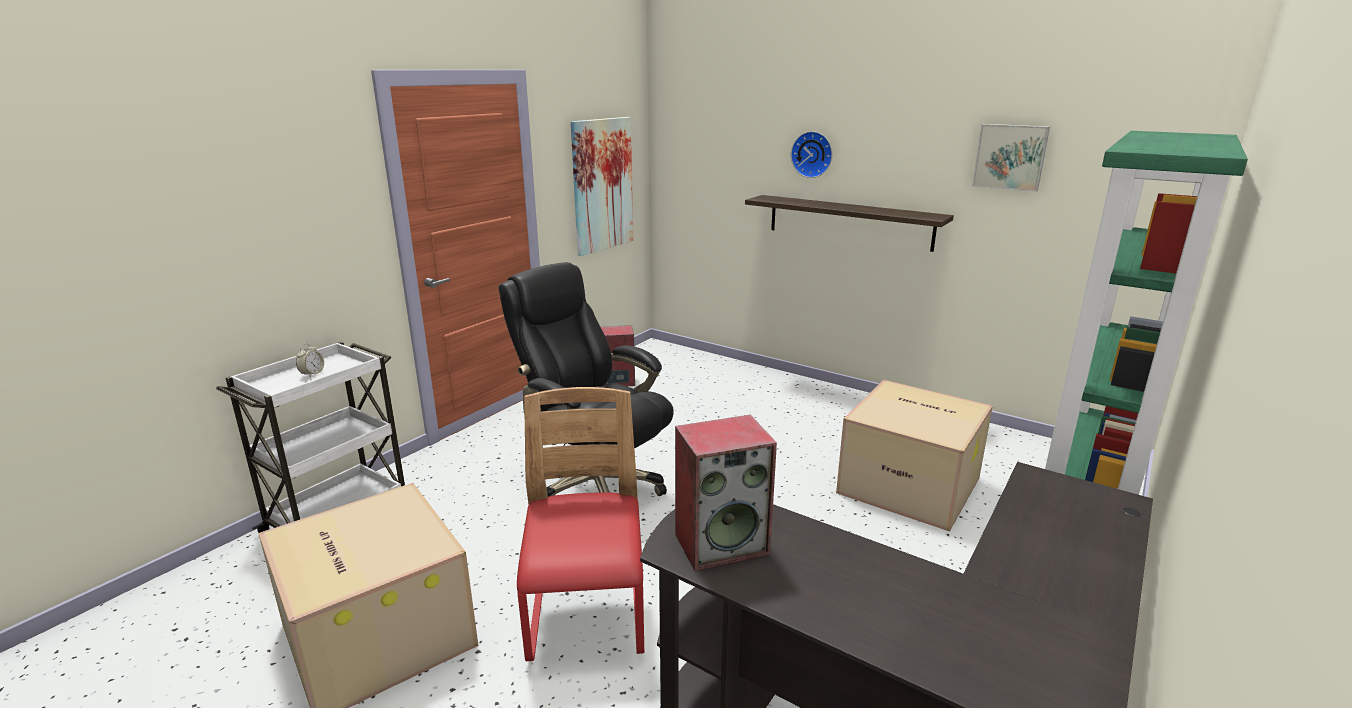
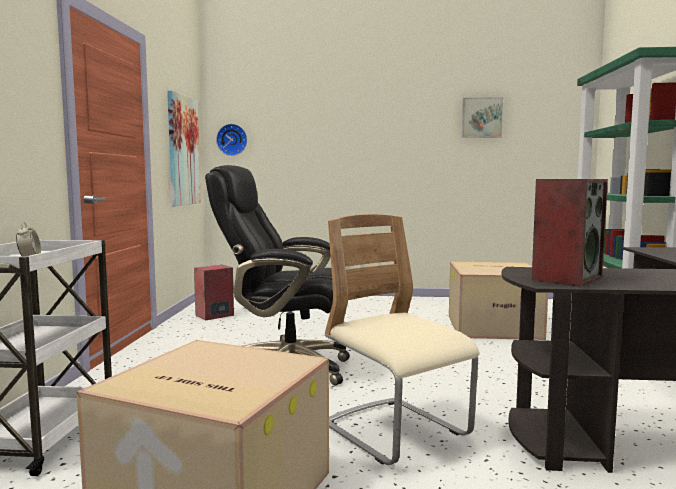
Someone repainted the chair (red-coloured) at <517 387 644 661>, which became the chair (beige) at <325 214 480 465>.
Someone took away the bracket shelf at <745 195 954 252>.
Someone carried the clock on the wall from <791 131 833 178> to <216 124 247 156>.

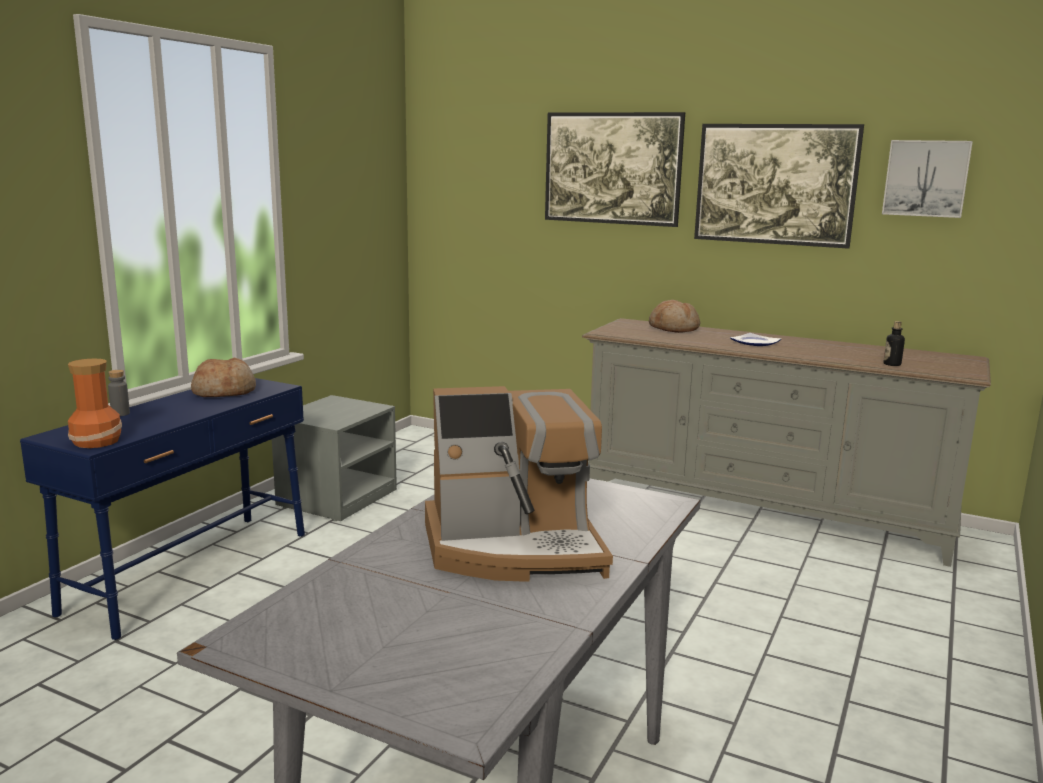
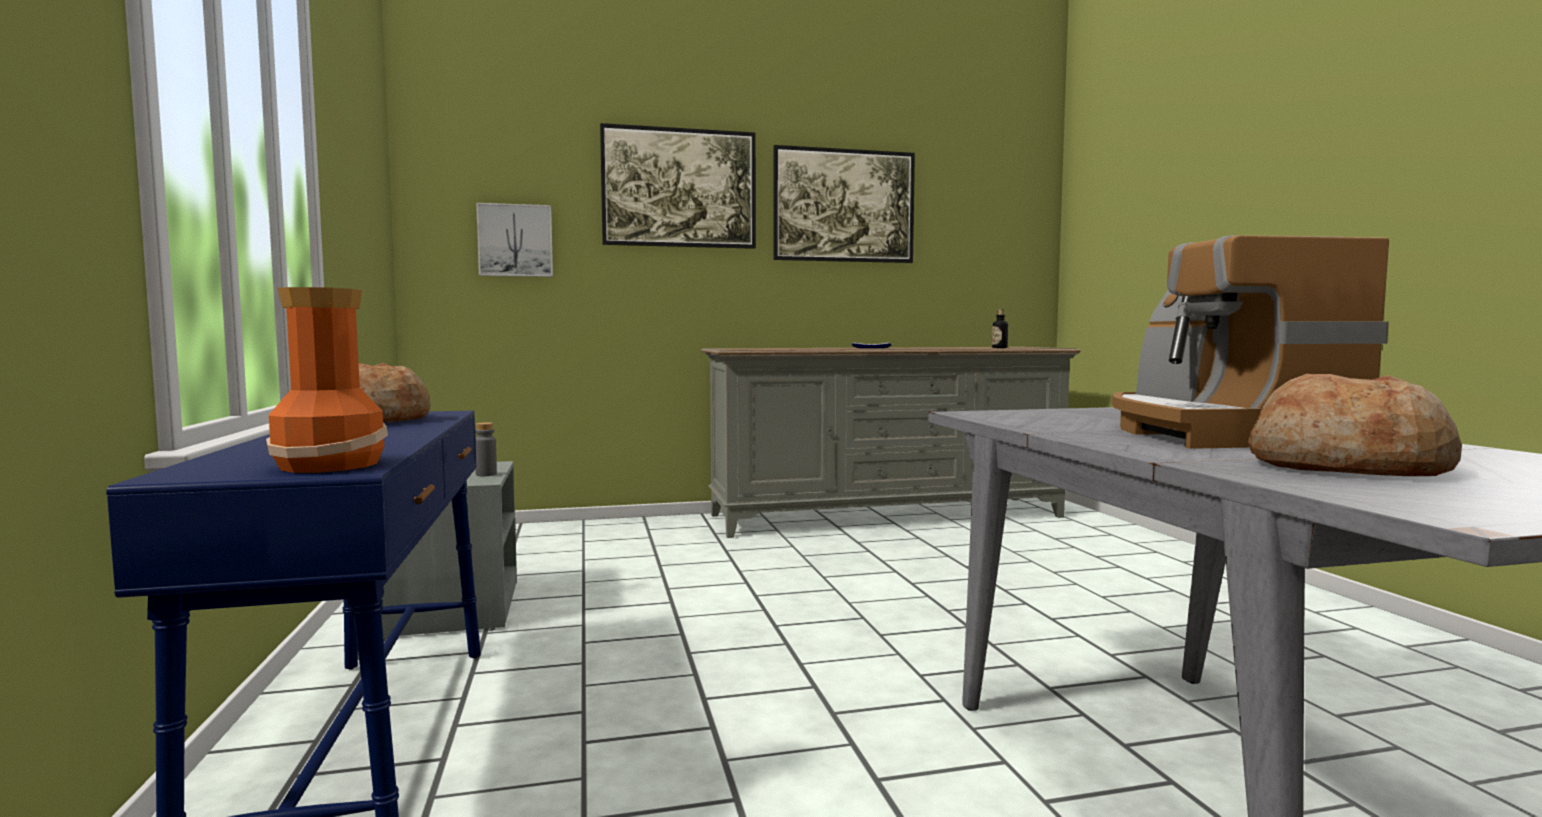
Someone carried the bottle (gray) from <108 370 130 416> to <475 422 497 476>.
Someone rotated the coffee maker at <425 386 613 582> by 135 degrees clockwise.
Someone carried the baked bread from <649 300 700 333> to <1248 374 1462 476>.
Someone carried the wall art from <882 140 973 218> to <476 203 553 277>.

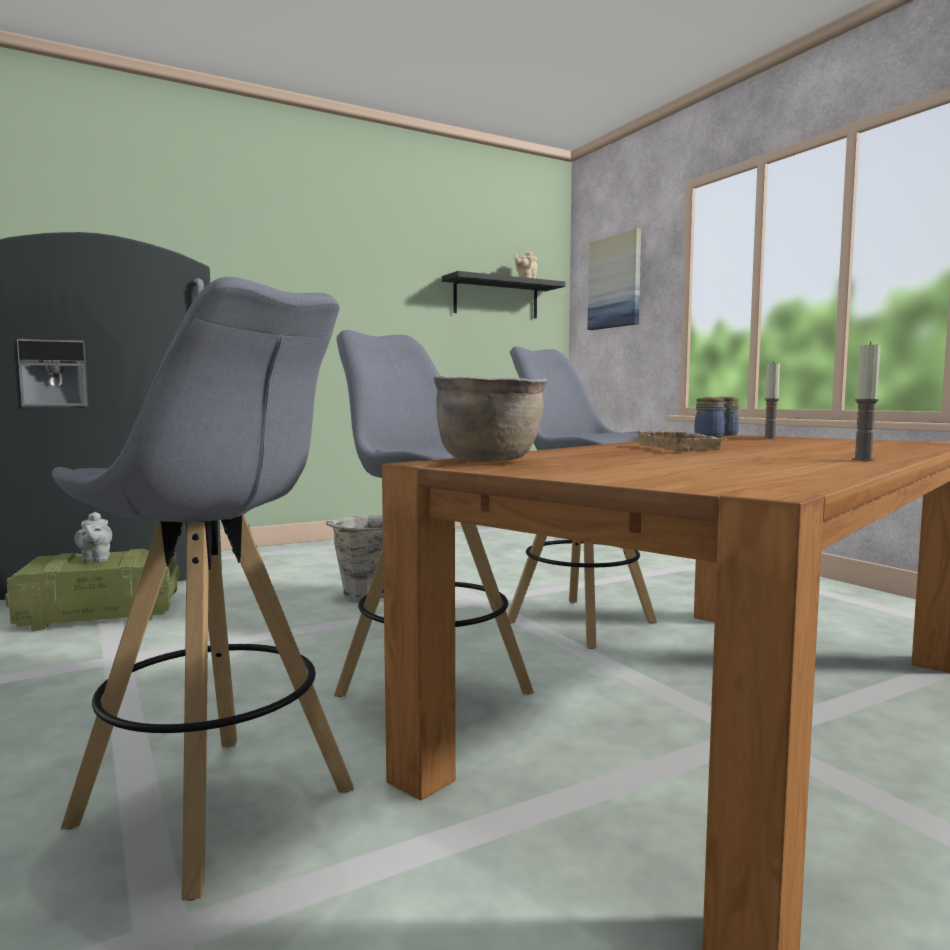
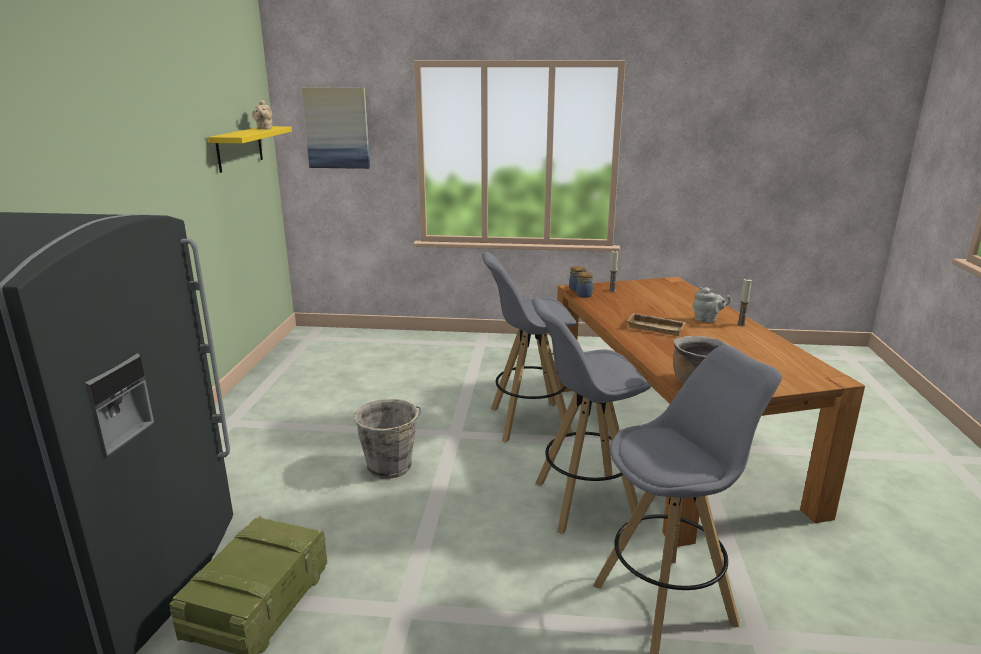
Someone carried the tea pot (gray) from <74 512 112 562> to <692 287 732 322>.
Someone repainted the bracket shelf (black) at <442 271 565 318>, which became the bracket shelf (yellow) at <208 126 292 173>.

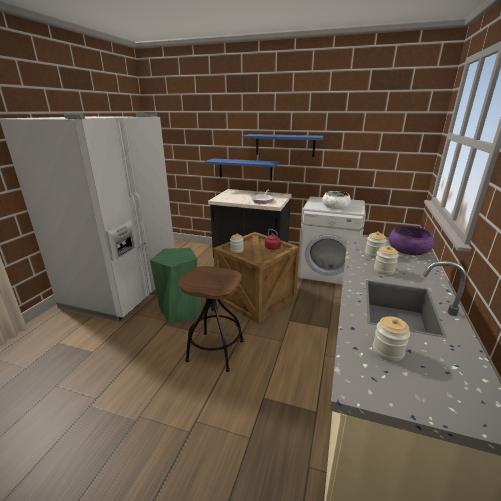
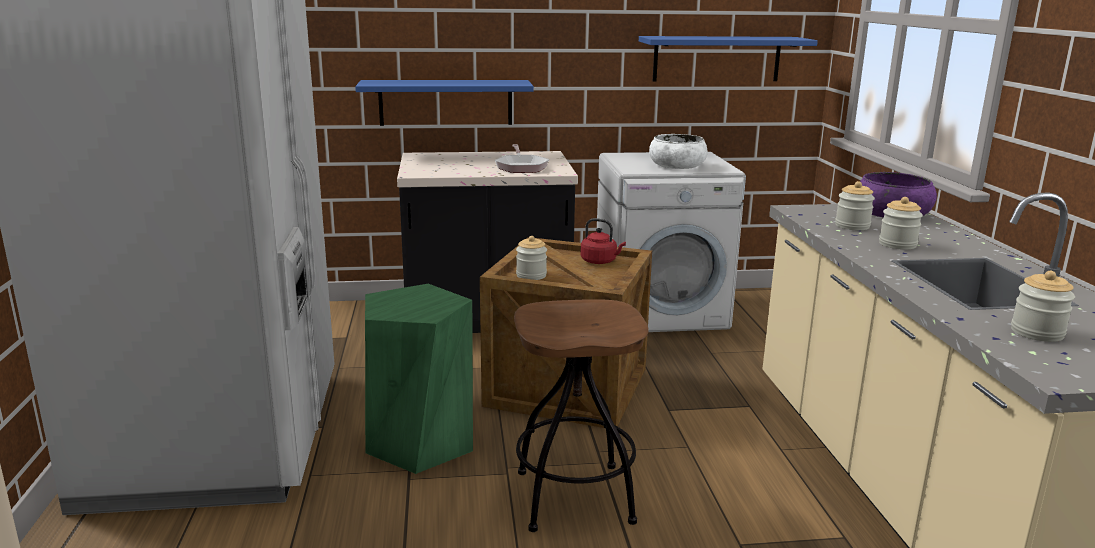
Someone carried the bracket shelf (blue) from <243 134 324 157> to <639 36 818 81>.

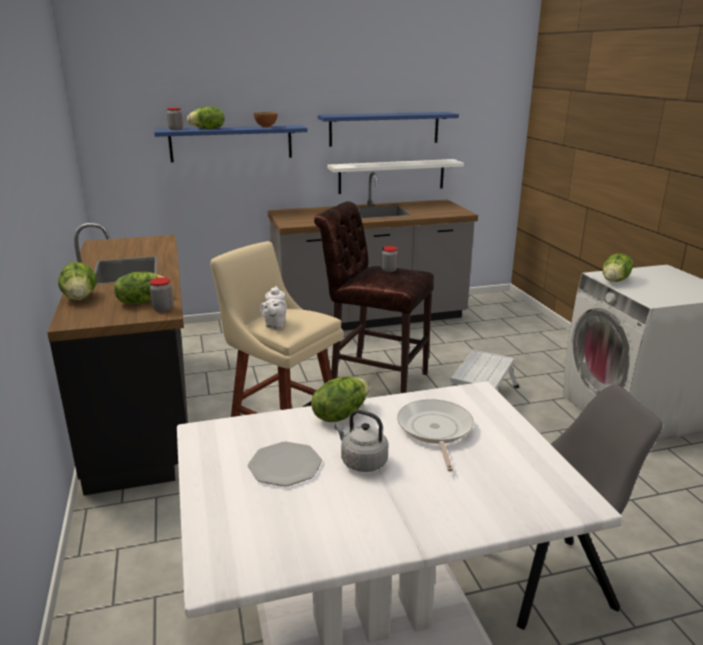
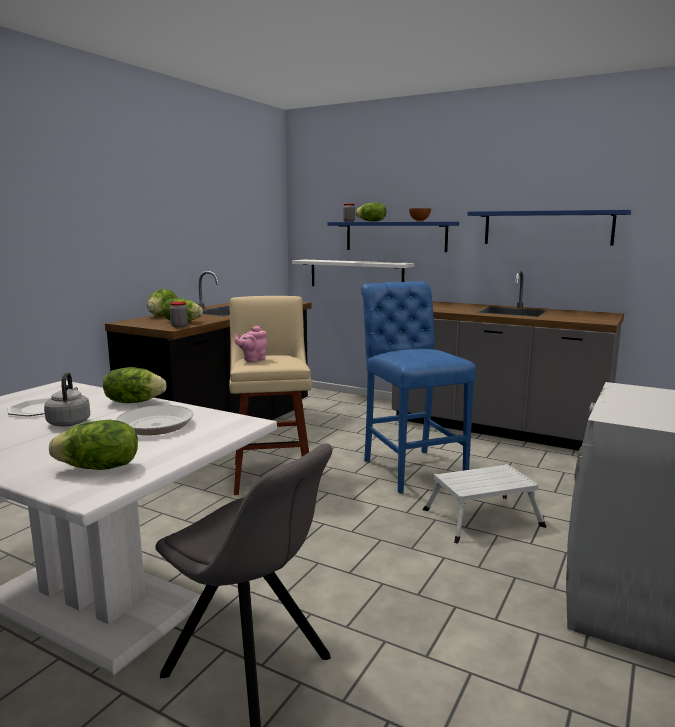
Someone repainted the tea pot (white) at <260 286 287 329>, which became the tea pot (pinkish) at <234 326 267 362>.
Someone repainted the sitting stool (brown-coloured) at <314 201 434 393>, which became the sitting stool (blue) at <361 281 476 494>.
Someone carried the bracket shelf (white) from <327 159 464 194> to <292 260 415 286>.
Someone took away the preserve jar at <381 246 398 272>.
Someone carried the head of lettuce from <602 253 633 282> to <49 420 138 470>.

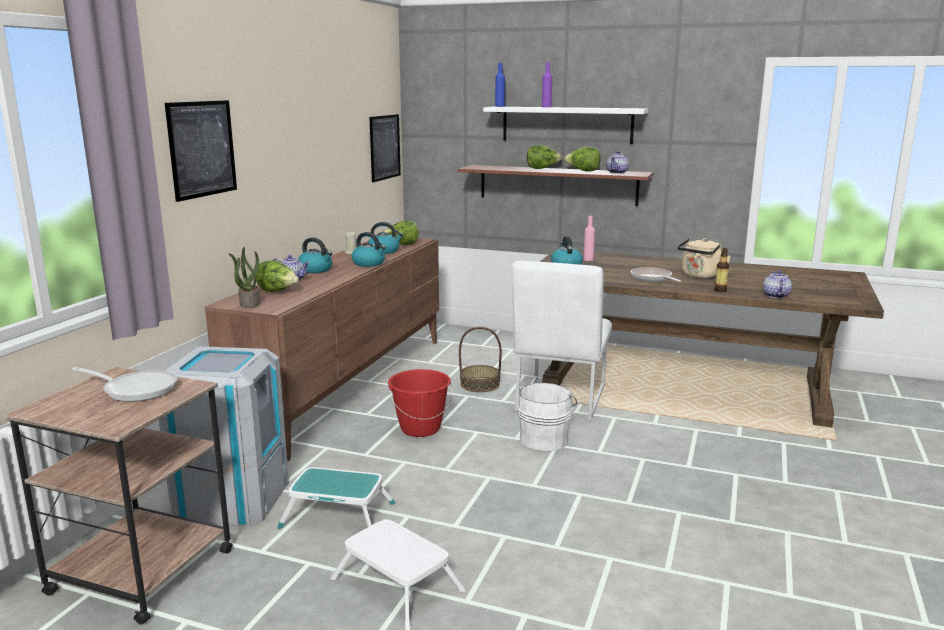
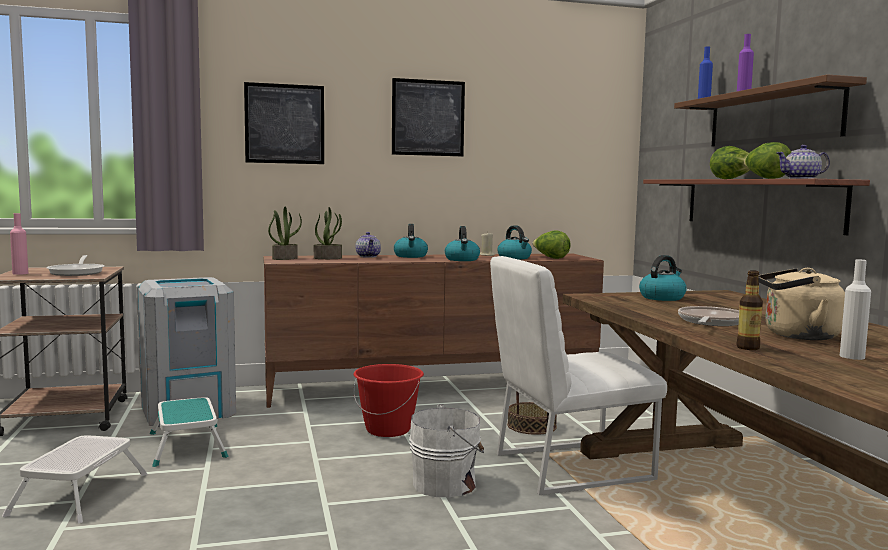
Someone swapped the head of lettuce at <256 260 299 292> for the houseplant at <314 207 342 259>.
Someone carried the wall art from <369 114 401 182> to <392 78 465 156>.
Someone repainted the bracket shelf (white) at <483 107 648 144>, which became the bracket shelf (brown-coloured) at <674 74 867 146>.
Someone carried the bottle (pinkish) from <583 216 595 261> to <10 213 28 275>.
Someone took away the tea pot at <763 270 792 298>.
Someone put down the bottle (white) at <840 259 871 360>.

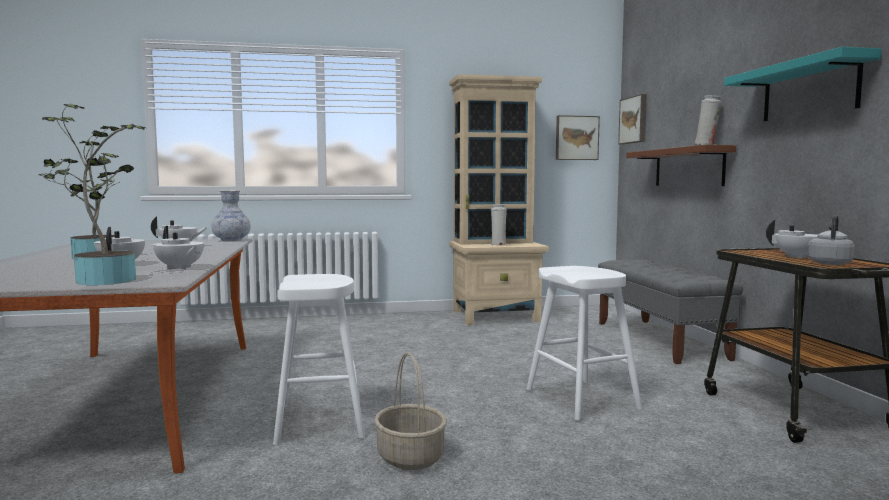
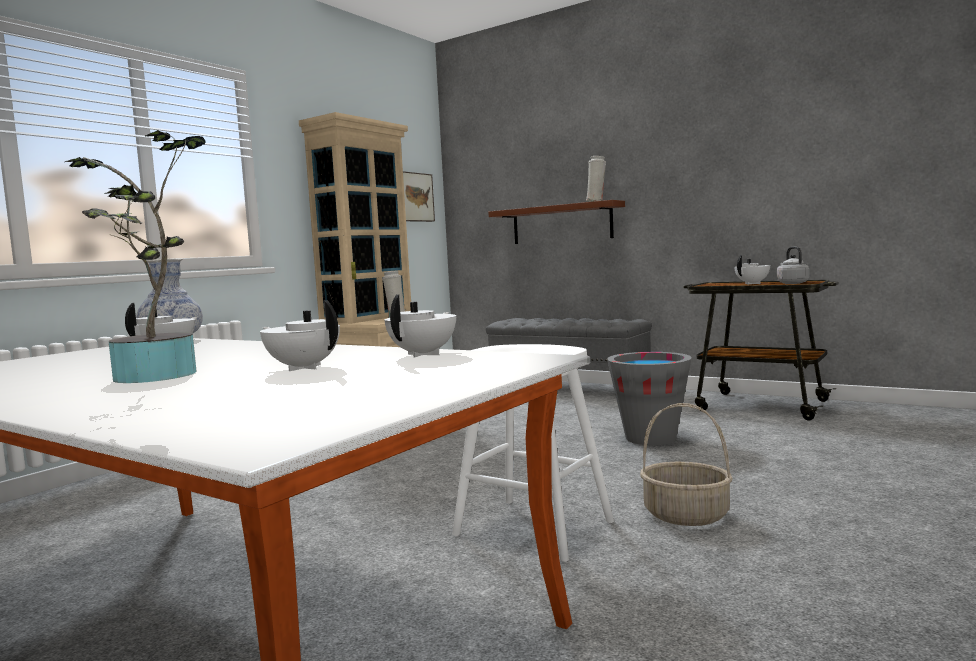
Someone took away the houseplant at <42 103 146 285>.
Someone rotated the tea pot (white) at <153 226 204 270> by 60 degrees counterclockwise.
Someone swapped the sitting stool (white) at <527 266 643 421> for the bucket (gray) at <607 352 692 445>.
Someone took away the wall art at <618 94 647 144>.
Someone took away the bracket shelf (blue-green) at <724 47 882 121>.

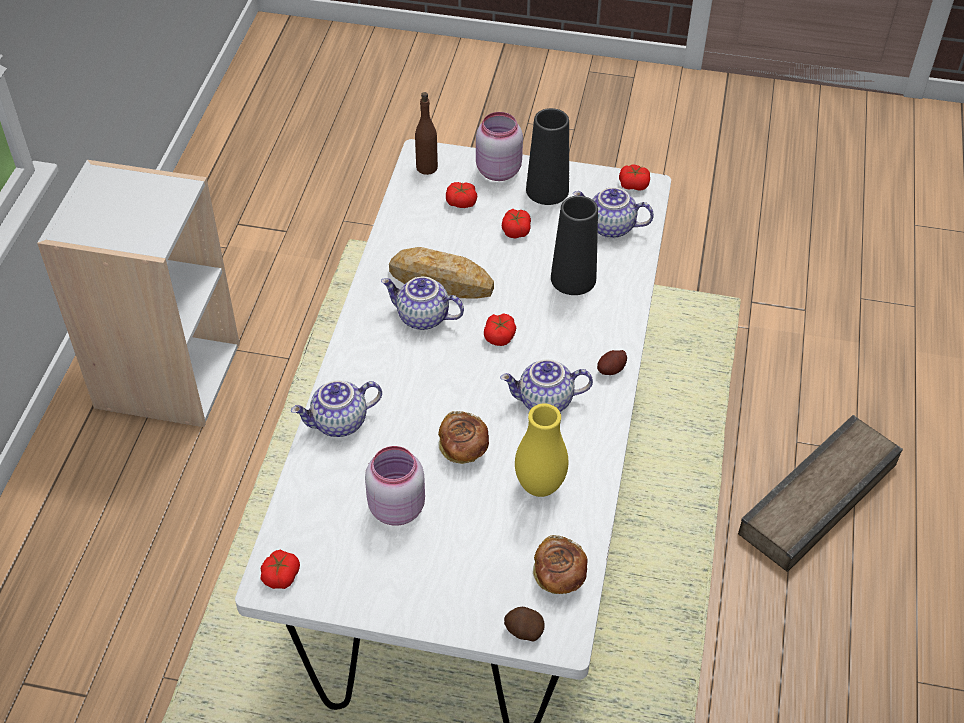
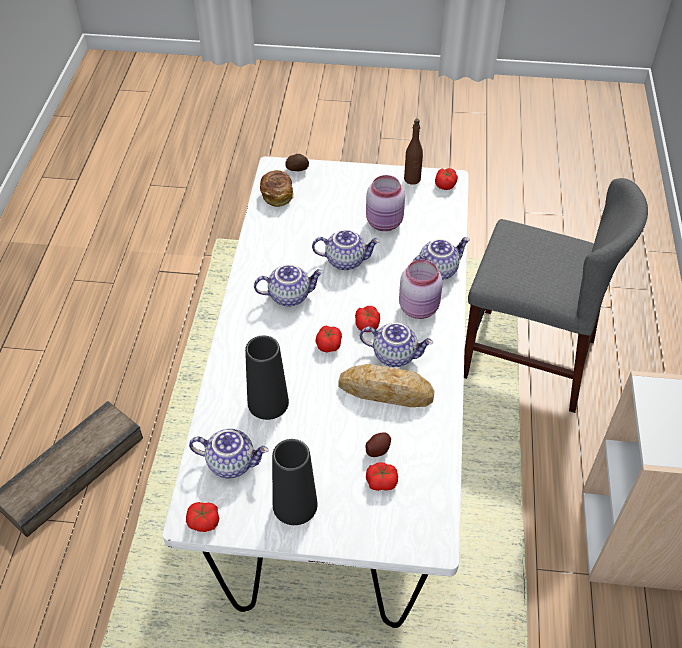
Someone carried the bottle (brown-coloured) from <415 92 438 175> to <404 119 423 185>.
Someone swapped the baked bread at <438 411 489 464> for the tea pot at <312 229 380 270>.
Someone carried the preserve jar (pinkish) from <476 112 523 181> to <399 260 443 319>.
Someone carried the fresh tomato from <502 209 531 239> to <355 306 380 332>.
Someone took away the decorative vase (yellow) at <515 403 569 497>.
Someone carried the potato from <597 350 627 375> to <366 432 391 457>.
Someone put down the chair (gray) at <464 178 648 413>.

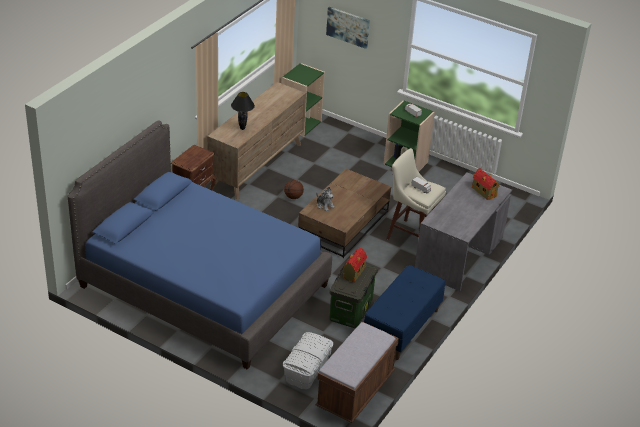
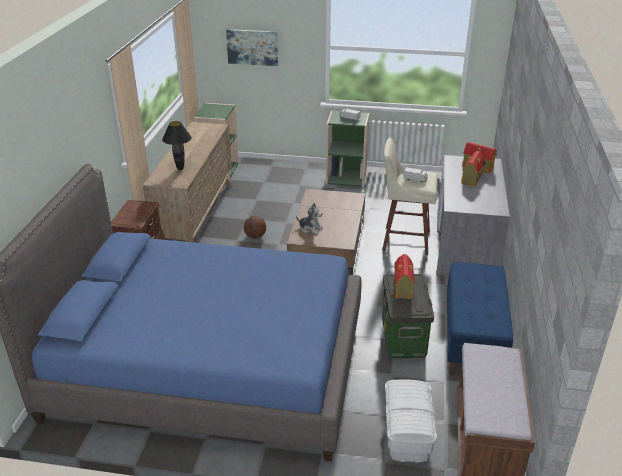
Someone put down the miniature house at <461 151 485 186>.

